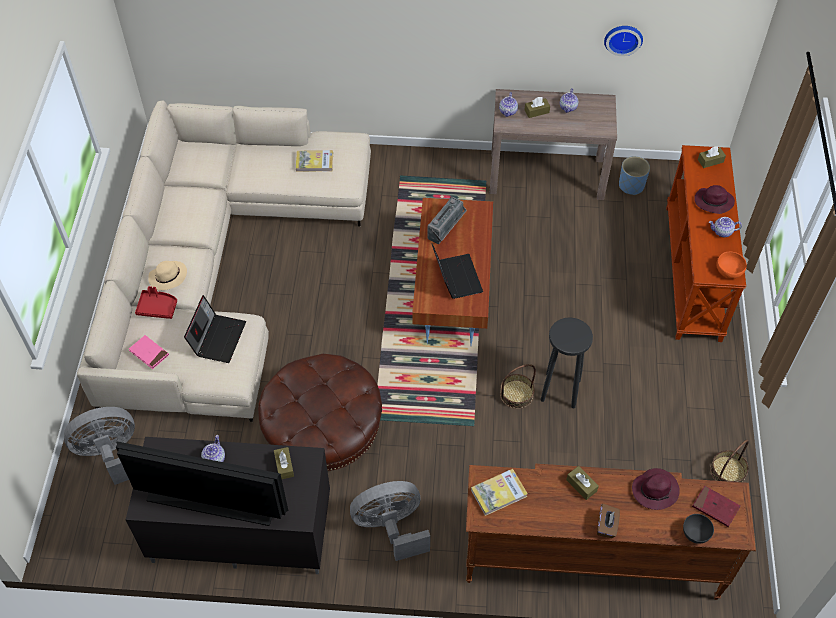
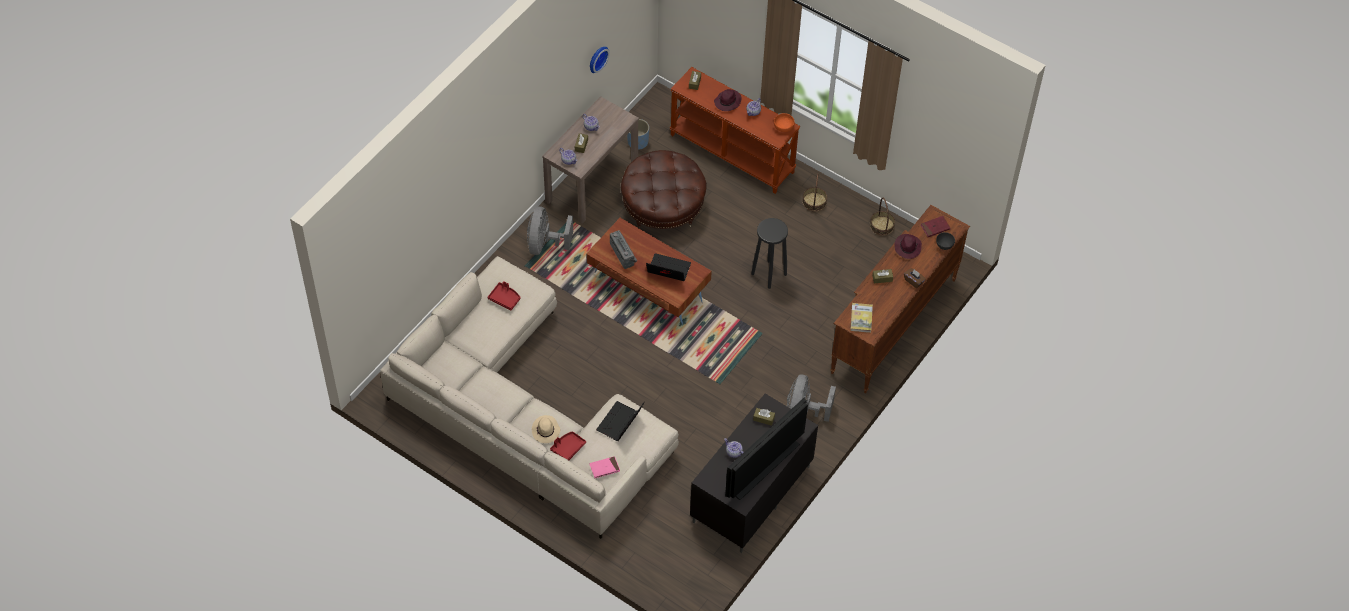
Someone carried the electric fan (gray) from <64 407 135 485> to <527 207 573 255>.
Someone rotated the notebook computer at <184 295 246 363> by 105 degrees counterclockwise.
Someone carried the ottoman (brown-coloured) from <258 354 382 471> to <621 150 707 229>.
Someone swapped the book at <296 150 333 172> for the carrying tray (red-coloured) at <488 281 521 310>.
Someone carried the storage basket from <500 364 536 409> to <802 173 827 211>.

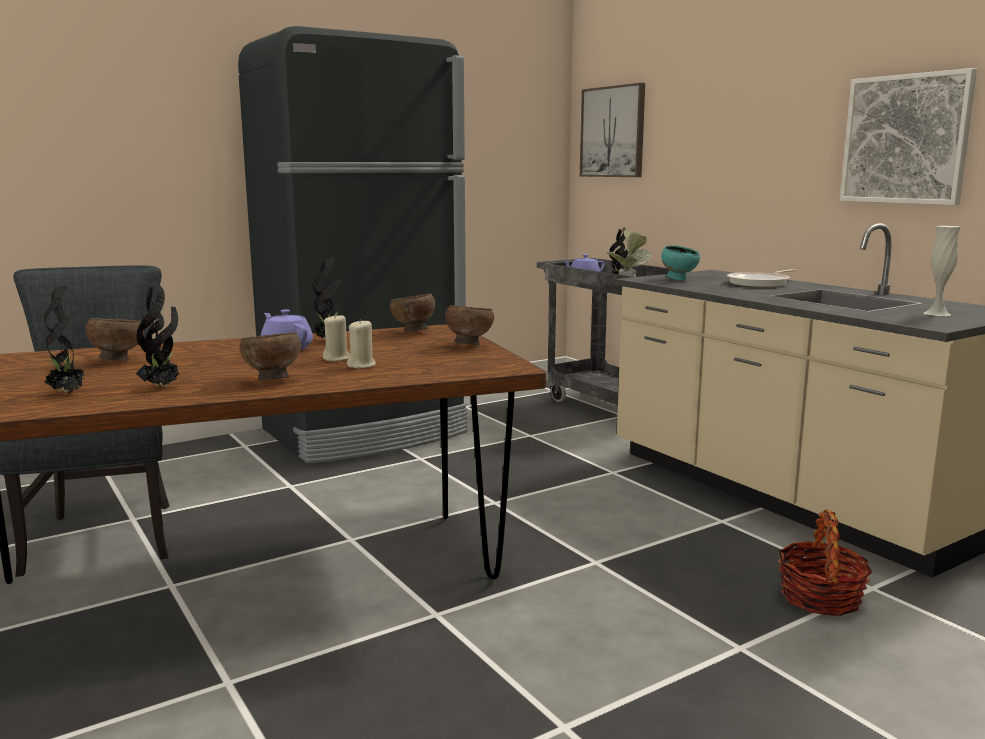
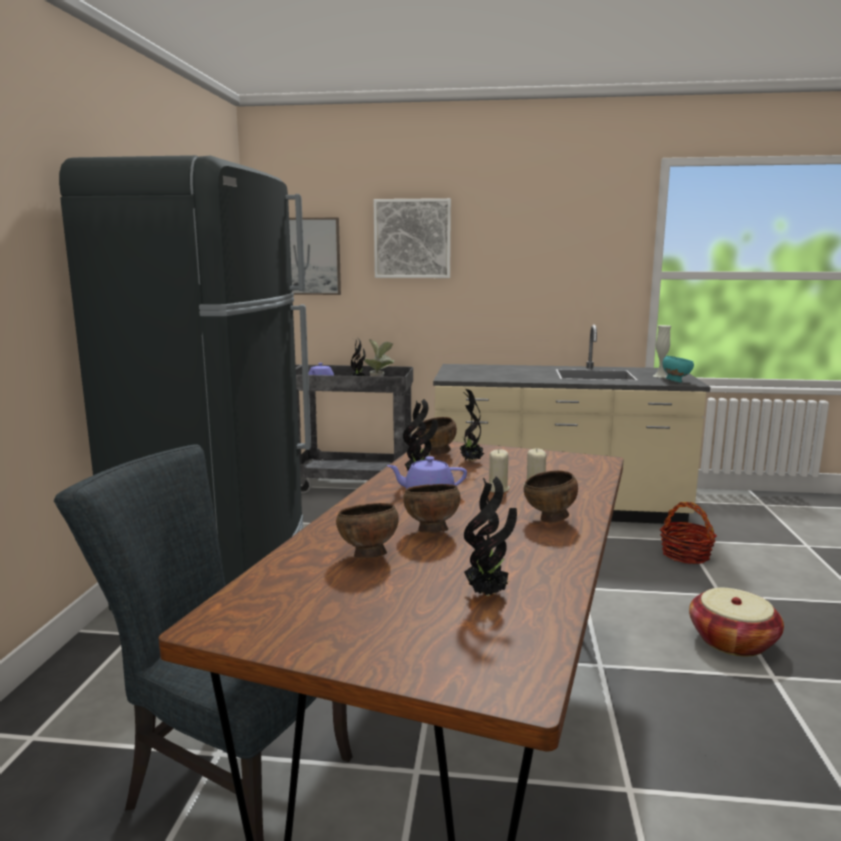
Someone carried the houseplant from <136 281 180 387> to <460 389 484 461>.
Someone carried the bowl (brown-coloured) from <445 305 494 345> to <403 484 460 533>.
Someone carried the bowl (blue-green) from <661 245 700 281> to <663 356 694 383>.
Someone took away the frying pan at <727 269 796 287>.
Someone carried the wall art from <840 68 977 205> to <374 198 451 278>.
Someone put down the storage basket at <689 588 784 656>.

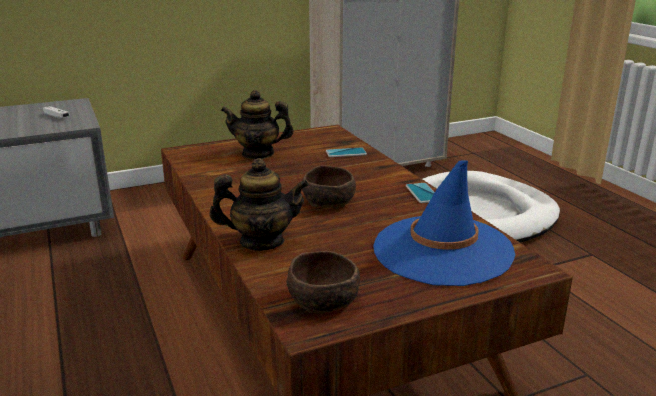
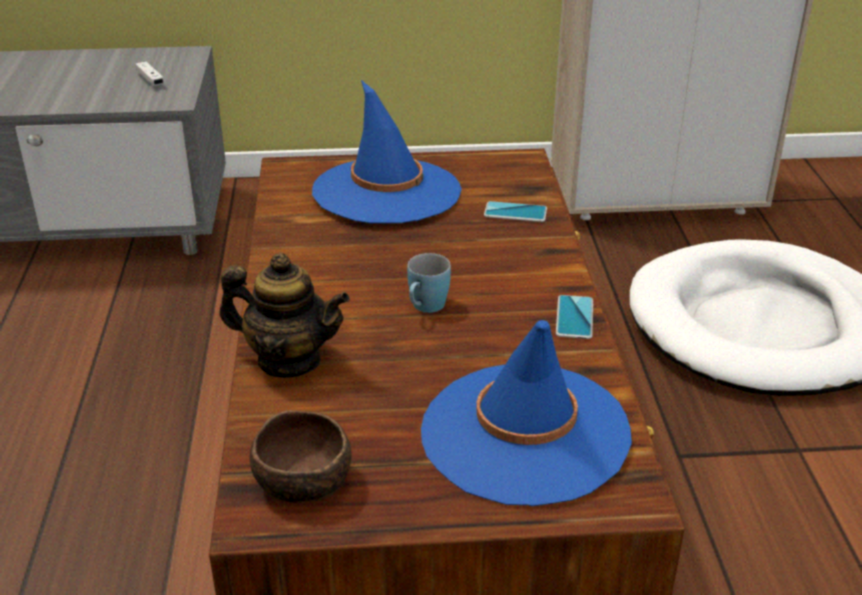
Someone swapped the tea pot at <221 90 294 159> for the clothing hat (blue) at <312 80 462 223>.
Someone swapped the bowl (brown-coloured) at <302 165 356 209> for the tea mug (blue) at <407 253 451 313>.

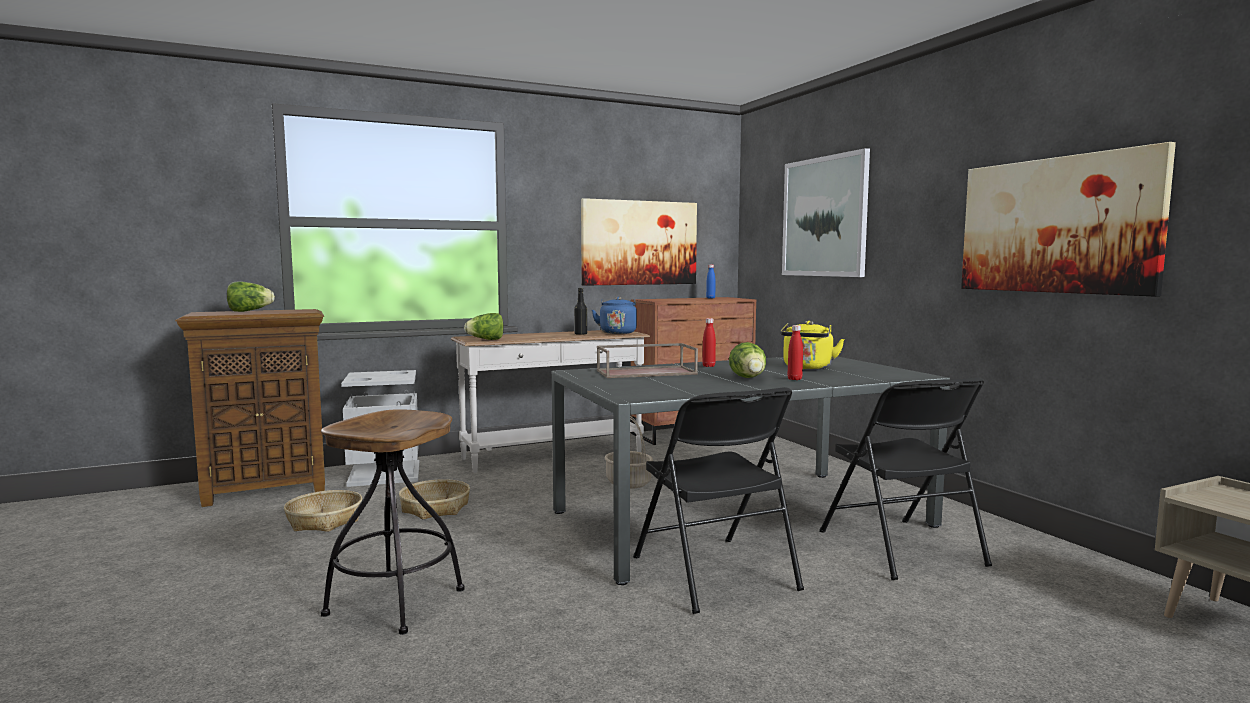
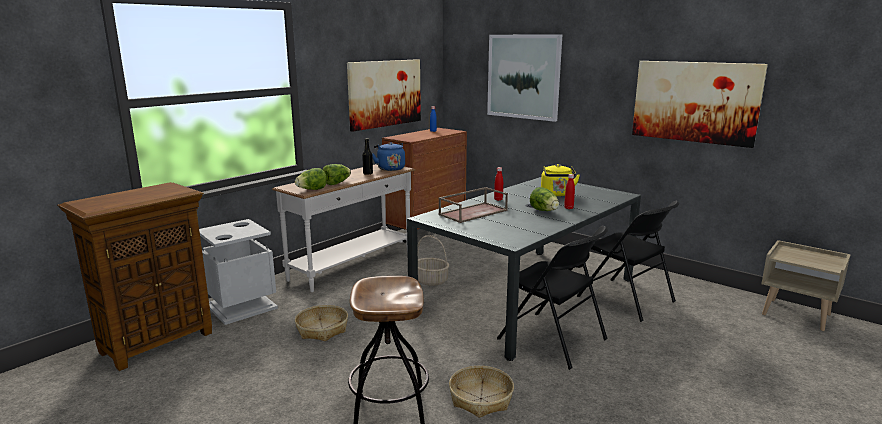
Someone carried the head of lettuce from <227 282 275 312> to <323 164 351 185>.
Someone carried the storage basket from <284 490 362 532> to <449 366 514 418>.

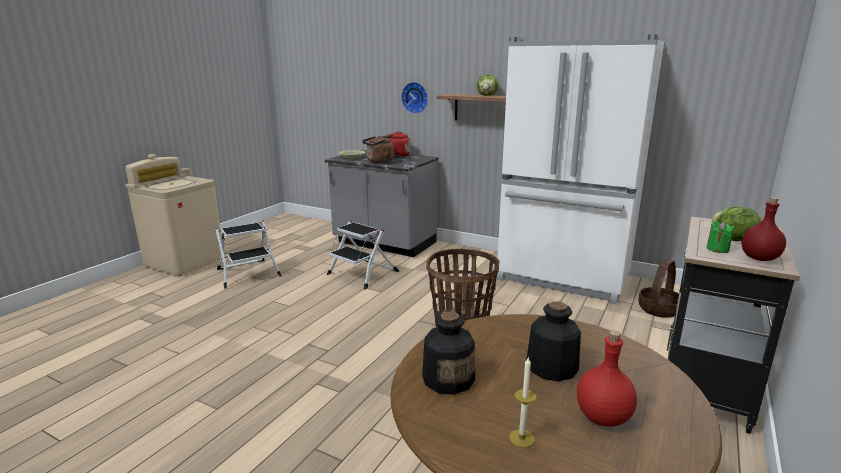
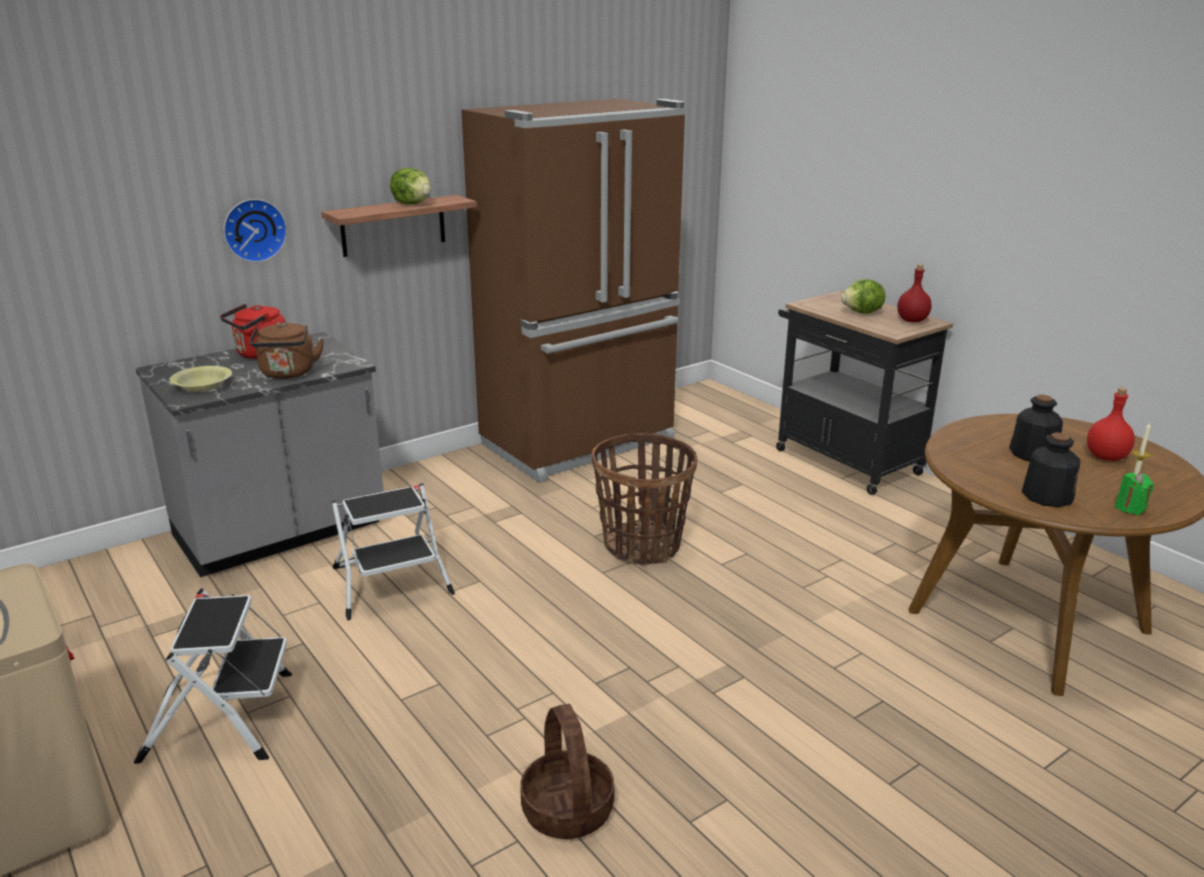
Someone repainted the fridge (white) at <497 34 664 305>, which became the fridge (brown-coloured) at <461 99 686 483>.
Someone carried the storage basket from <638 259 679 318> to <520 704 614 839>.
Someone carried the candle (green-coloured) from <706 221 734 253> to <1115 473 1153 515>.

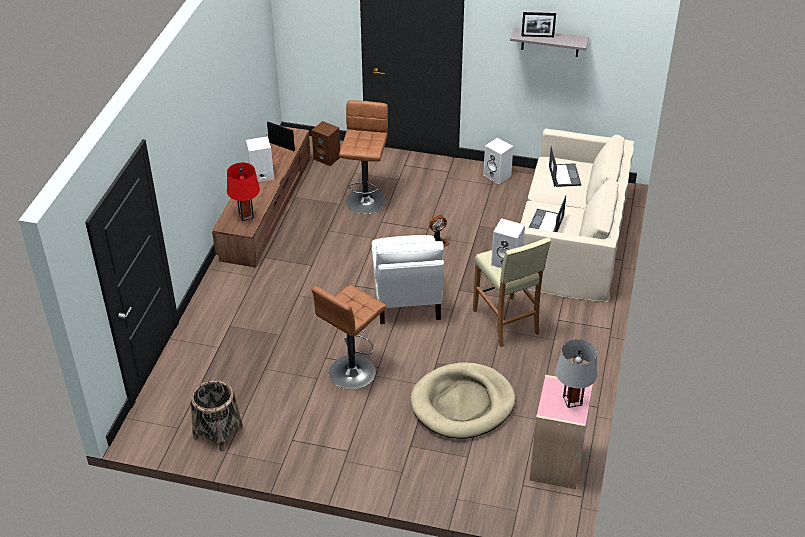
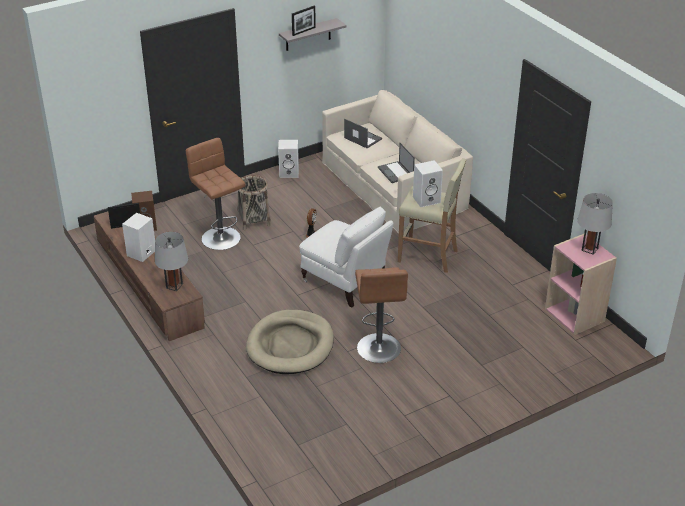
Someone carried the storage basket from <191 379 243 452> to <238 175 271 230>.
Someone repainted the tabletop lamp (red-coloured) at <227 163 260 221>, which became the tabletop lamp (gray) at <155 232 188 291>.
Someone carried the pet bed (beige) from <411 362 515 439> to <246 310 334 374>.

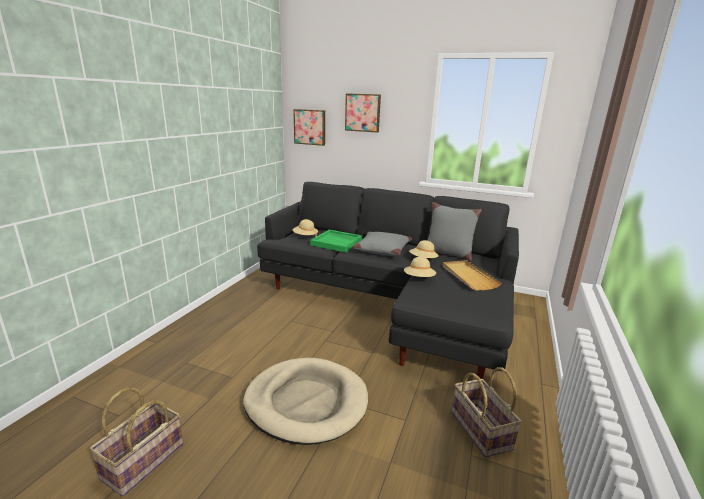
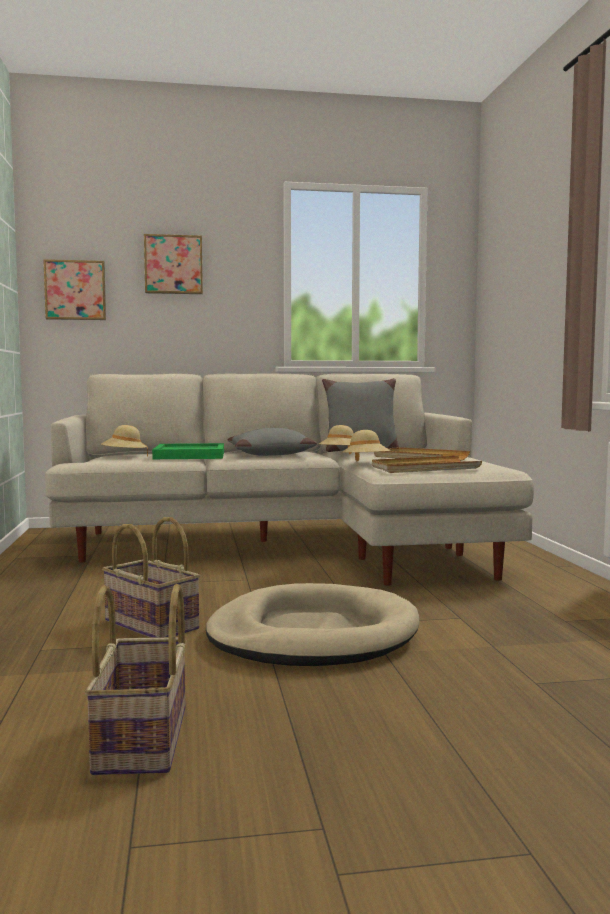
Someone repainted the couch (black) at <257 182 519 380>, which became the couch (beige) at <45 373 534 586>.
Someone carried the storage basket from <452 367 522 458> to <102 517 200 638>.
Someone put down the carrying tray (beige) at <372 456 482 473>.

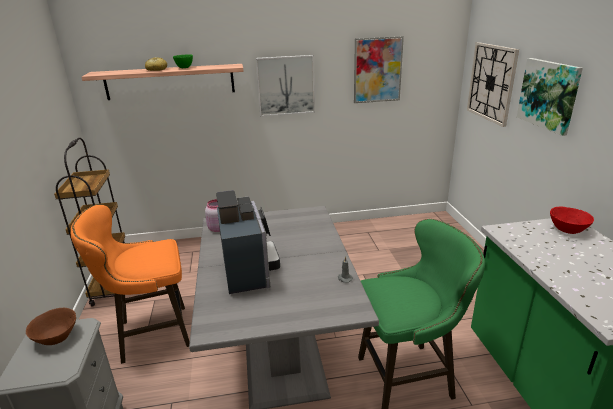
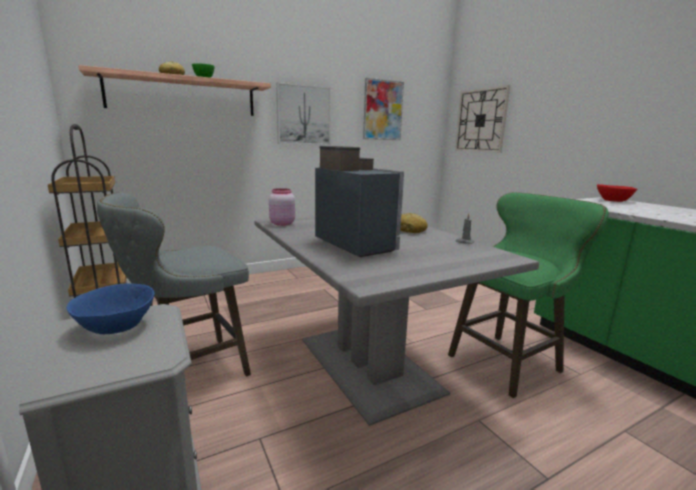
Someone repainted the bowl (brown-coloured) at <26 308 76 345>, which became the bowl (blue) at <66 283 154 334>.
Someone repainted the sitting stool (orange) at <71 204 190 364>, which became the sitting stool (gray) at <97 192 251 377>.
Someone took away the wall art at <517 58 583 136>.
Someone put down the baked bread at <400 213 428 233>.

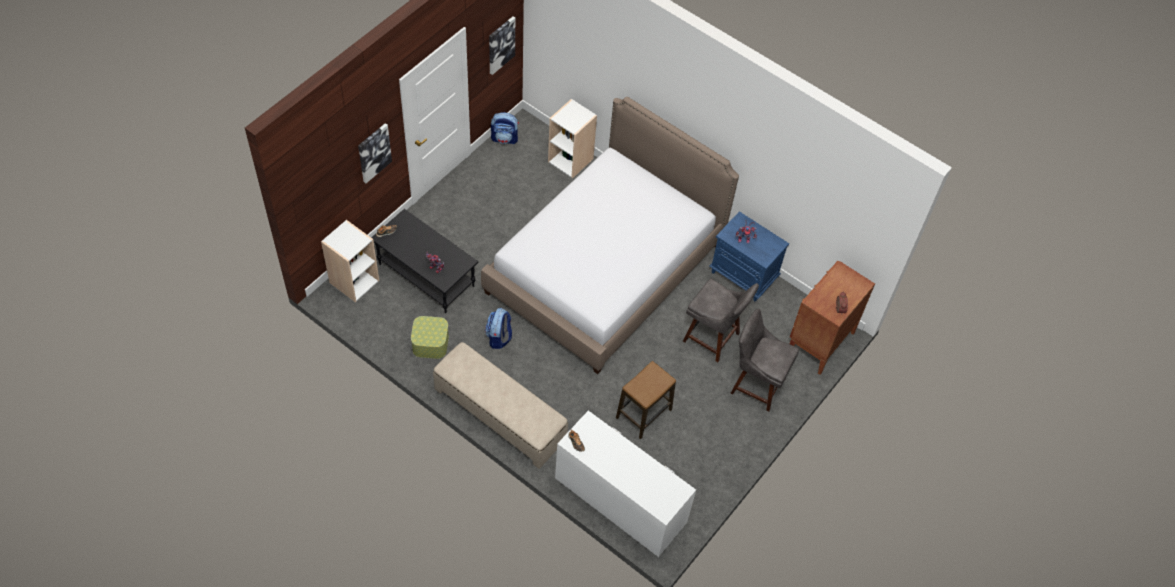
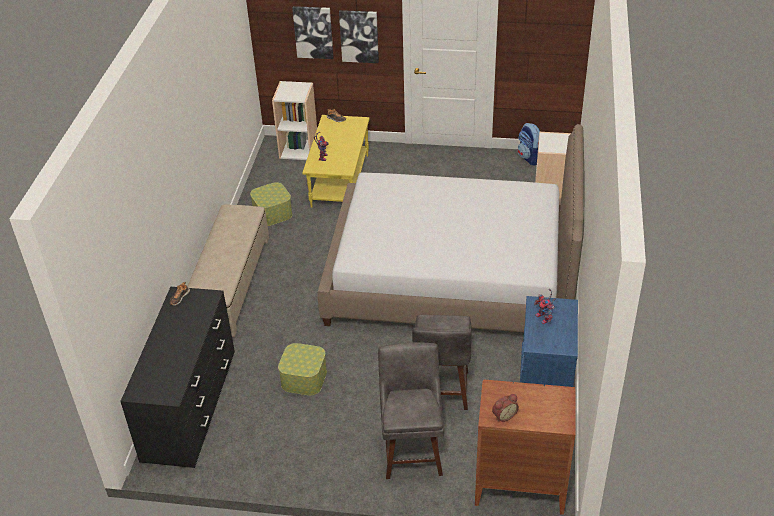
Someone repainted the coffee table (black) at <371 209 478 313>, which became the coffee table (yellow) at <302 115 370 208>.
Someone took away the rucksack at <485 308 512 349>.
Someone carried the wall art from <489 16 515 75> to <292 6 334 59>.
Someone repainted the chest of drawers (white) at <555 411 696 557>, which became the chest of drawers (black) at <120 287 235 468>.
Someone swapped the sitting stool at <616 361 676 439> for the storage container at <278 343 327 396>.

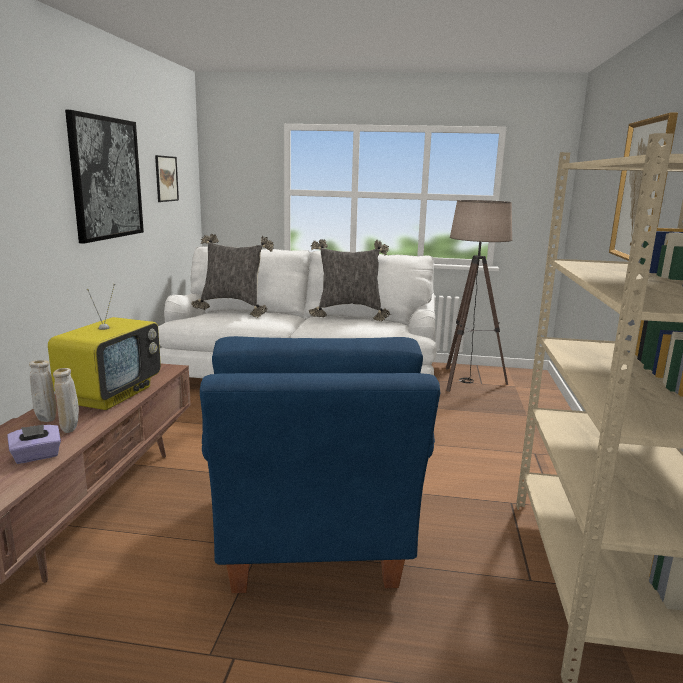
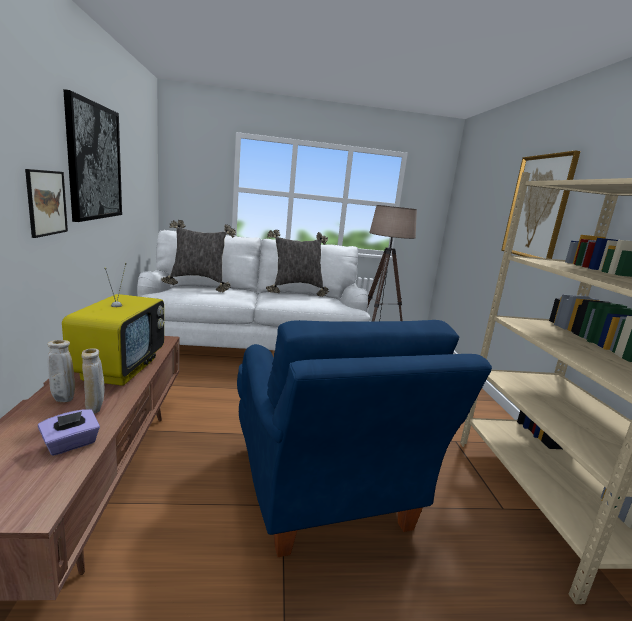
Someone carried the wall art from <155 155 179 202> to <25 169 68 238>.

